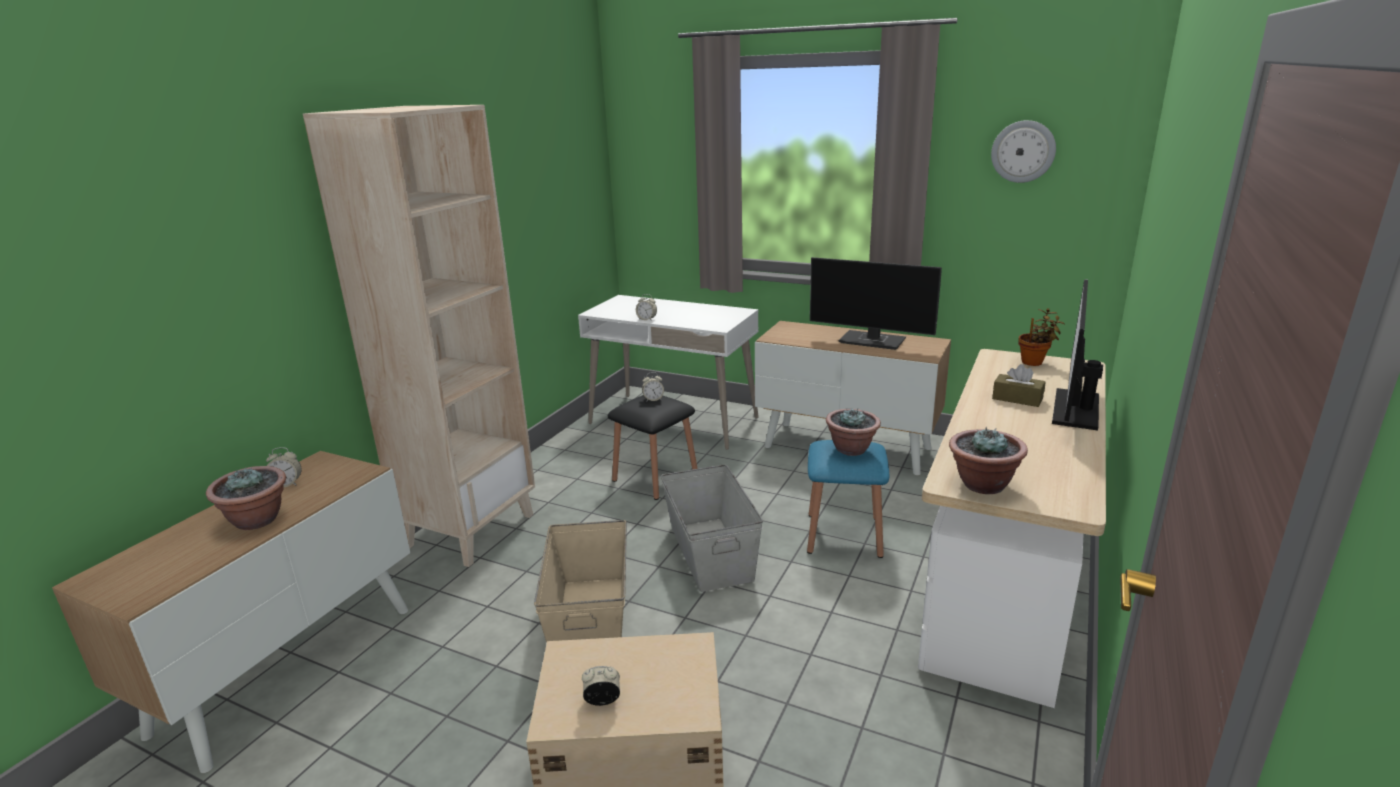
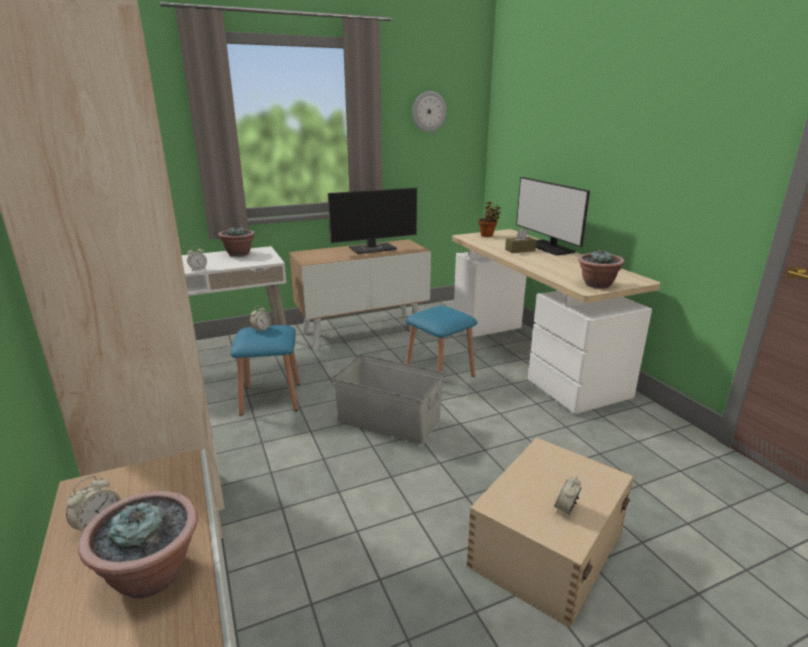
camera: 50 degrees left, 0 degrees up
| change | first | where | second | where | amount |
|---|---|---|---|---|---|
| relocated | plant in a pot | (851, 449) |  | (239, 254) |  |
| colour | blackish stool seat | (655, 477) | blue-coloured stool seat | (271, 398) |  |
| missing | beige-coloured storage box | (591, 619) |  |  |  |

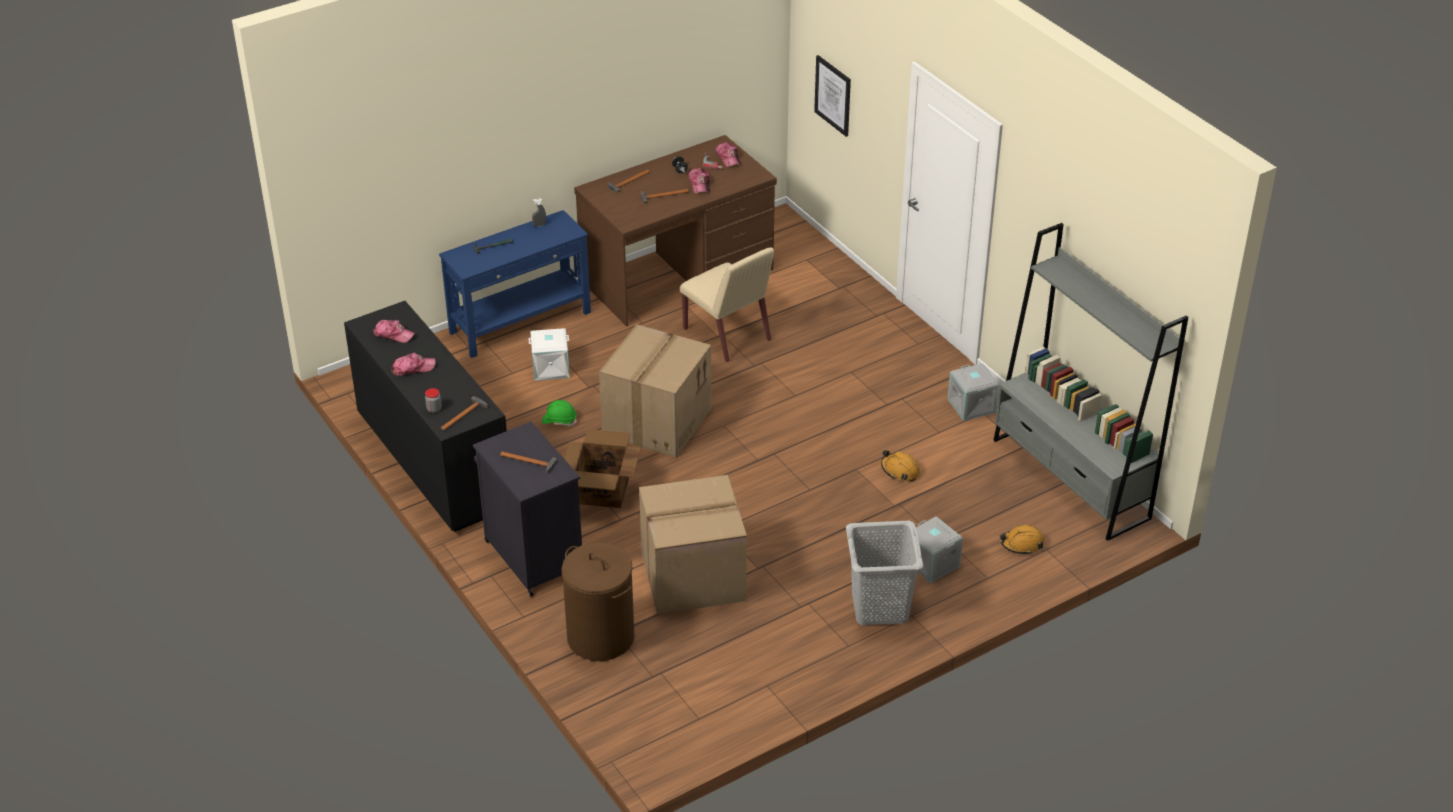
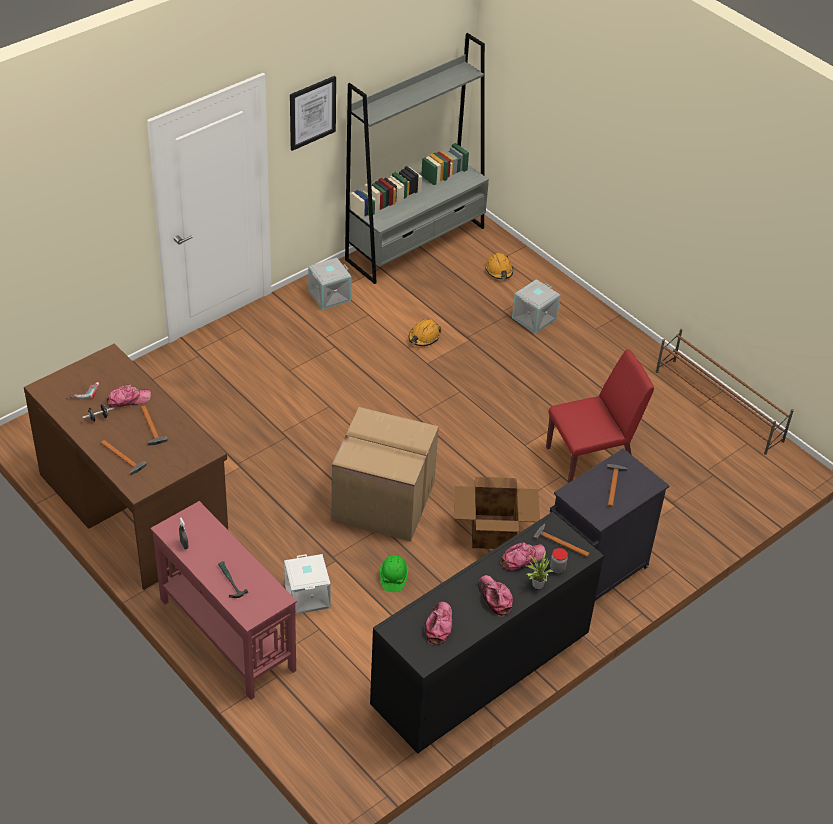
camera: 100 degrees left, 5 degrees up
| change | first | where | second | where | amount |
|---|---|---|---|---|---|
| colour | blue-coloured narrow table | (521, 322) | reddish narrow table | (227, 634) |  |
| relocated | wall picture | (833, 95) |  | (312, 112) |  |
| relocated | peaked cap | (728, 158) |  | (522, 558) |  |
| appeared |  |  | plant in a pot | (536, 584) |  |
| exchanged | cardboard box | (692, 577) | reddish chair | (591, 459) |  |
| appeared |  |  | brown-coloured shoe shelf | (718, 406) |  |
| missing | brown-coloured laundry basket | (601, 637) |  |  |  |
| missing | beige-coloured chair | (727, 335) |  |  |  |
| missing | greyish laundry basket | (880, 607) |  |  |  |

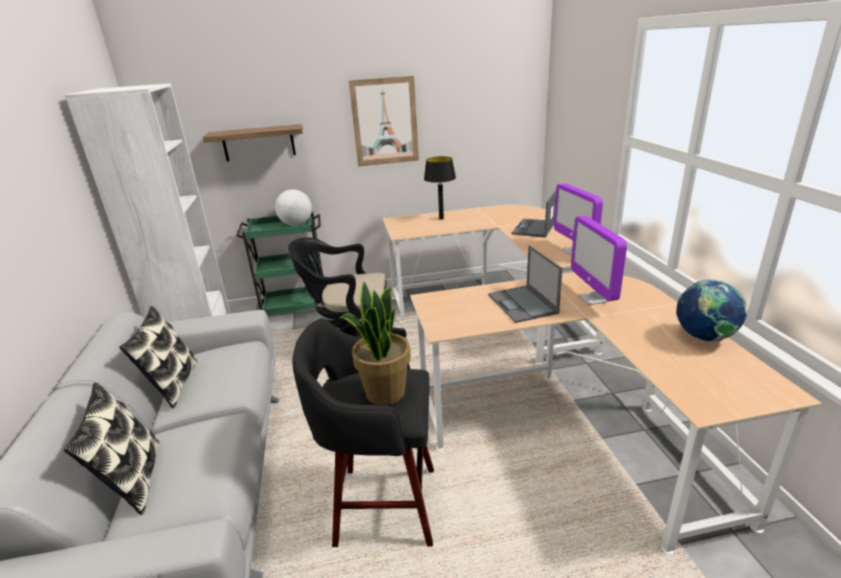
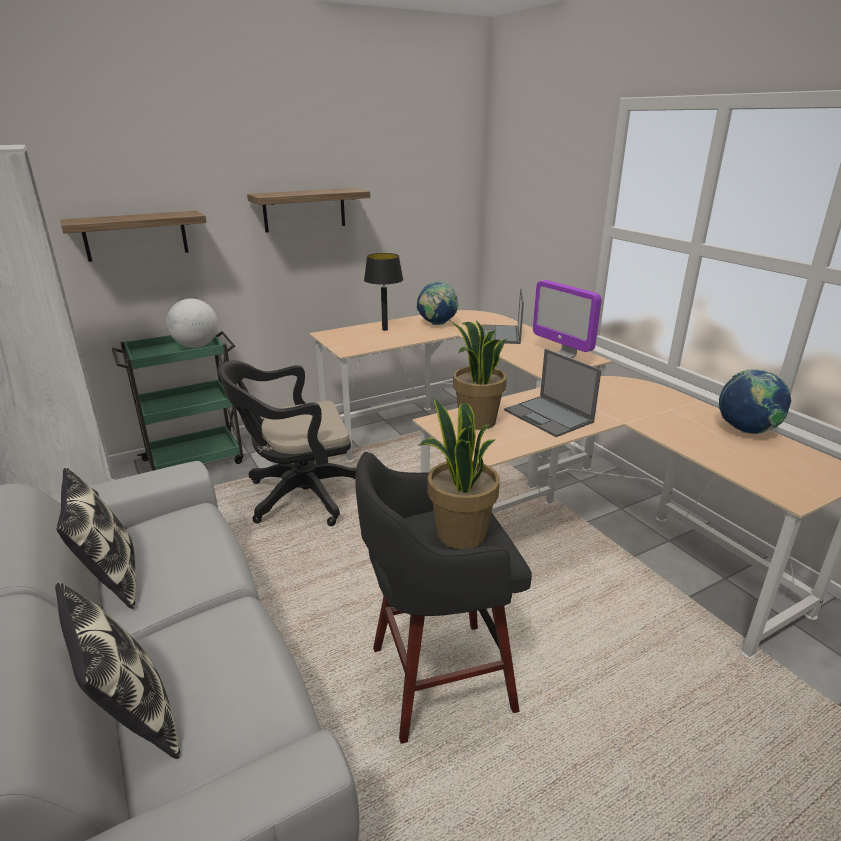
camera: 20 degrees left, 0 degrees up
| change | first | where | second | where | amount |
|---|---|---|---|---|---|
| exchanged | wall picture | (385, 122) | shelf | (304, 210) |  |
| appeared |  |  | globe | (436, 324) |  |
| appeared |  |  | plant in a pot | (476, 422) |  |
| missing | computer screen | (593, 299) |  |  |  |

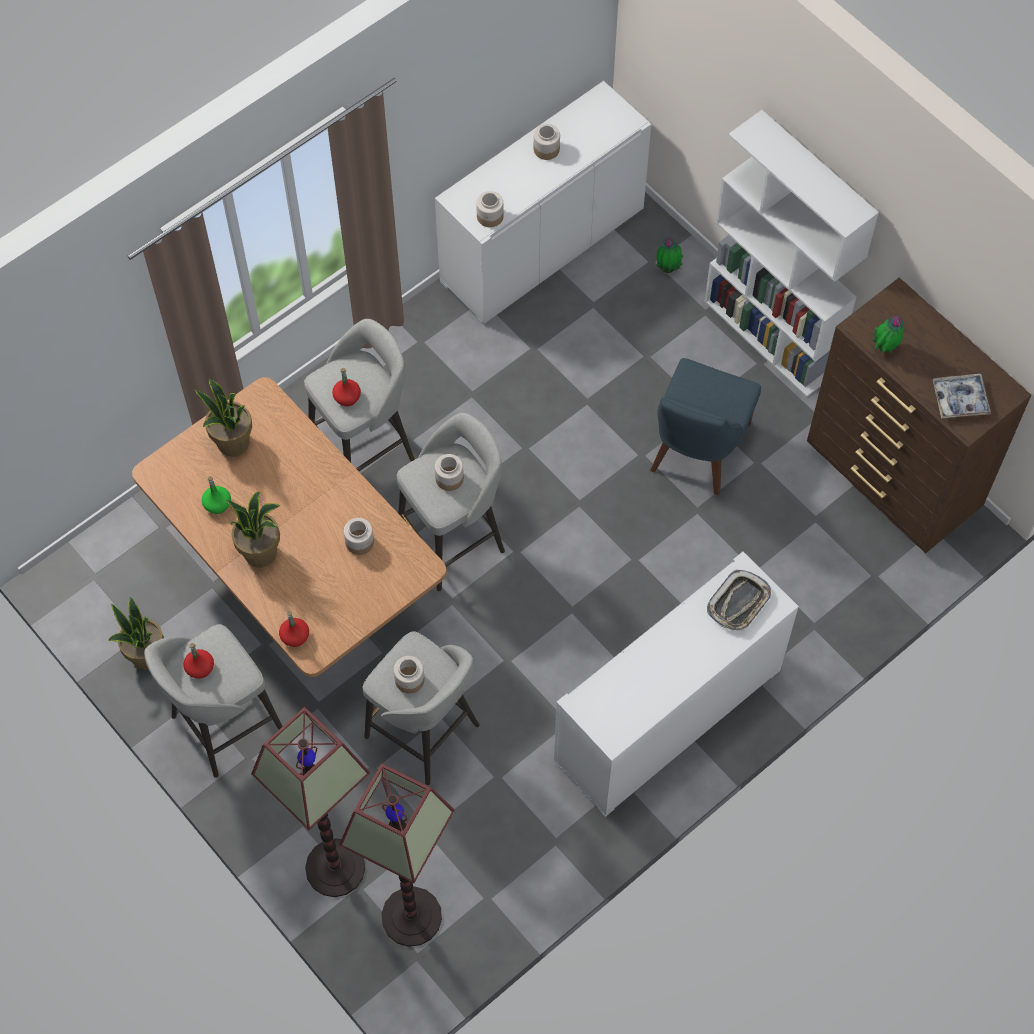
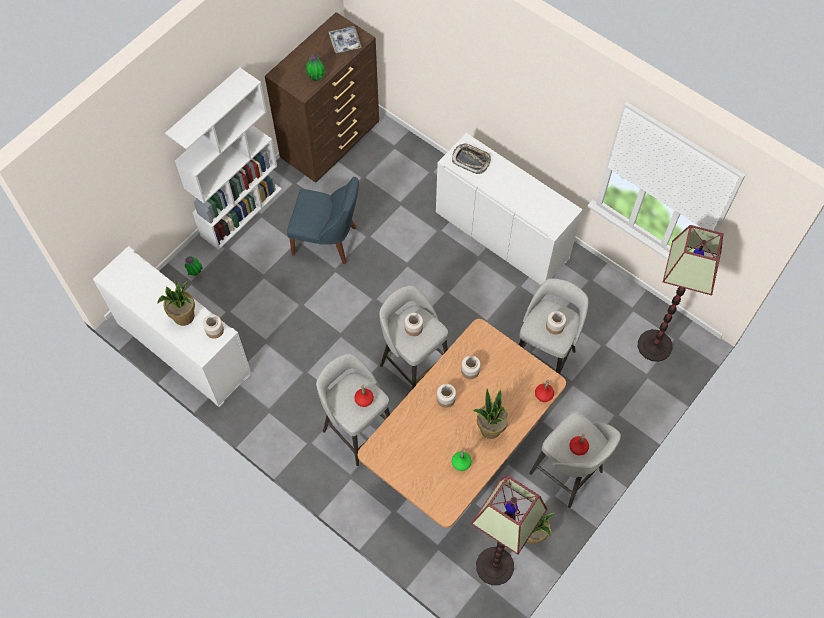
camera: 100 degrees left, 0 degrees up
| change | first | where | second | where | amount |
|---|---|---|---|---|---|
| relocated | plant in a pot | (232, 443) |  | (184, 317) |  |
| relocated | preserve jar | (547, 149) |  | (445, 398) |  |
| relocated | floor lamp | (335, 867) |  | (494, 566) |  |

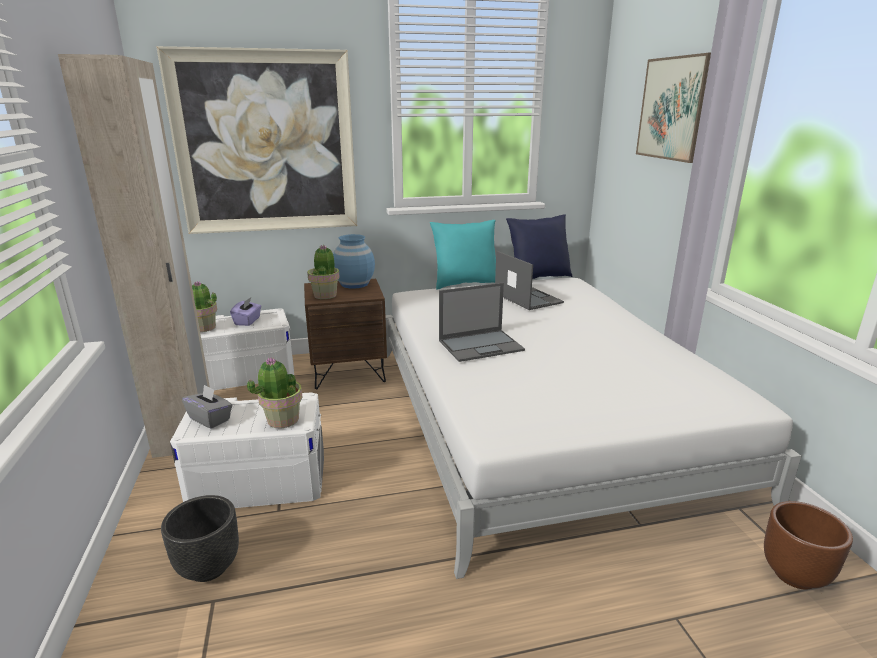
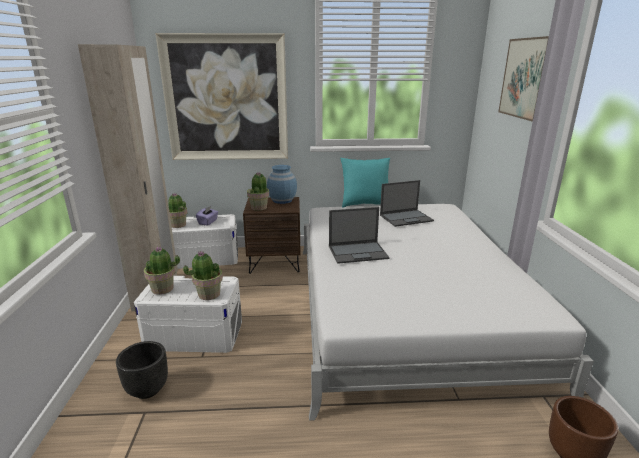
camera: 10 degrees right, 0 degrees up
| change | first | where | second | where | amount |
|---|---|---|---|---|---|
| exchanged | greyish box of tissues | (210, 419) | plant in a pot | (163, 289) |  |
| spun | notebook computer | (527, 298) |  | (406, 218) | 90 degrees clockwise |
| missing | blue-coloured cushion | (538, 278) |  |  |  |

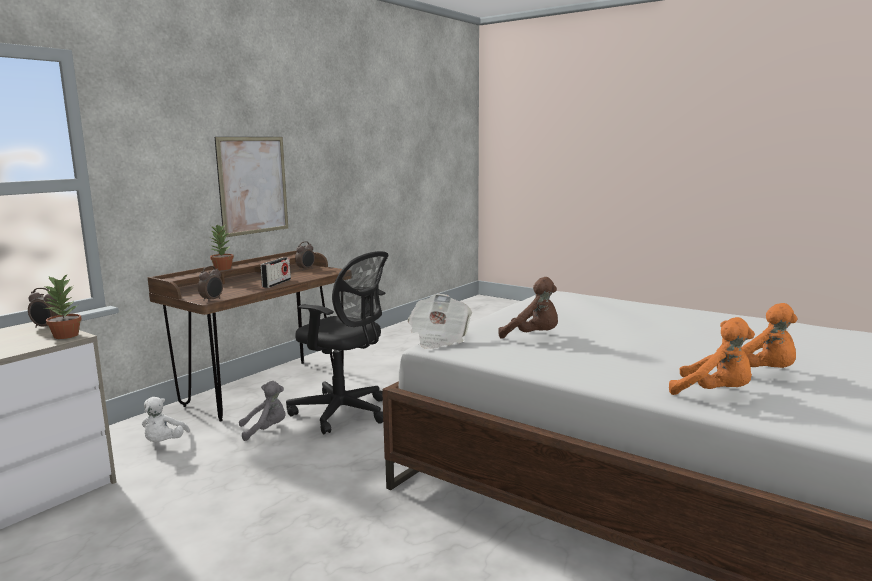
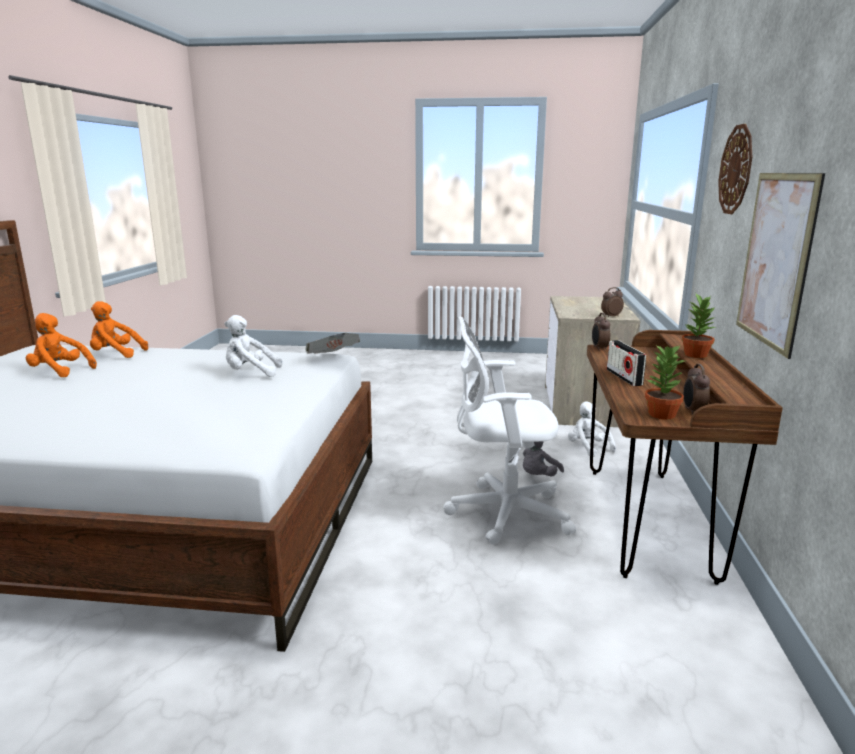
camera: 150 degrees right, 5 degrees up
| change | first | where | second | where | amount |
|---|---|---|---|---|---|
| colour | brown-coloured cuddly toy | (533, 336) | white-coloured cuddly toy | (250, 373) |  |
| colour | blackish office chair | (344, 413) | white-coloured office chair | (502, 513) |  |
| relocated | plant in a pot | (66, 336) |  | (660, 414) |  |
| appeared |  |  | hanging clock | (736, 170) |  |

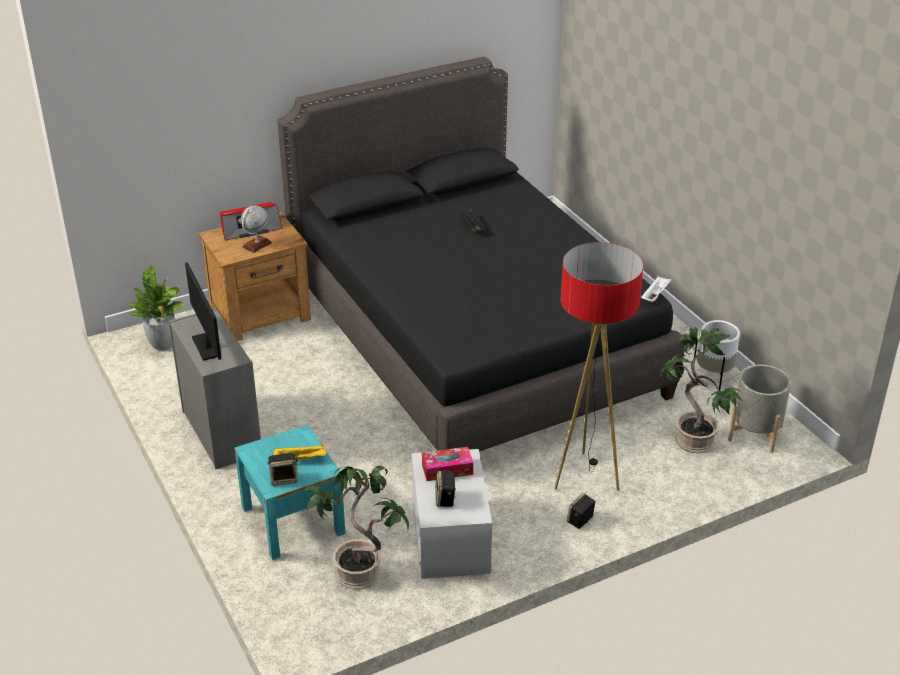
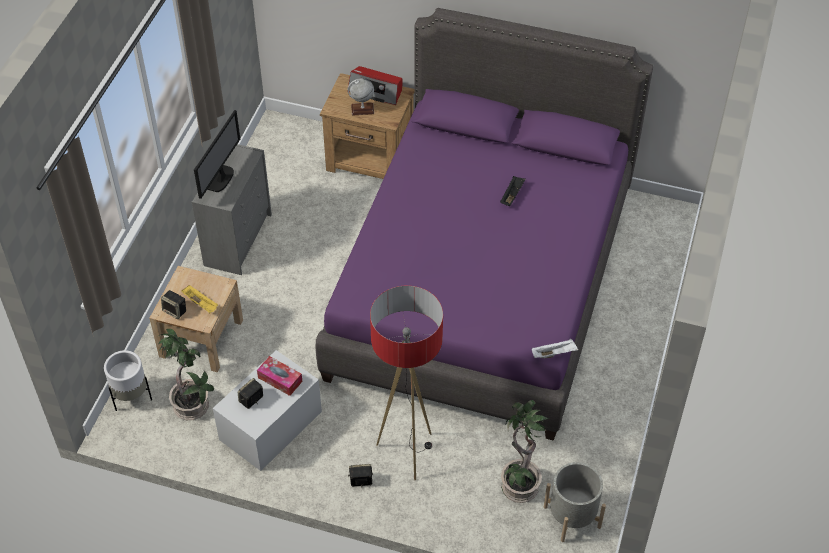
camera: 45 degrees right, 15 degrees up
| change | first | where | second | where | amount |
|---|---|---|---|---|---|
| relocated | white-coloured flower pot | (713, 377) |  | (131, 396) |  |
| colour | blue-green night table | (293, 520) | beige-coloured night table | (201, 338) |  |
| colour | blackish sleeping bed | (472, 339) | purple sleeping bed | (481, 282) |  |
| missing | plant in a pot | (163, 344) |  |  |  |

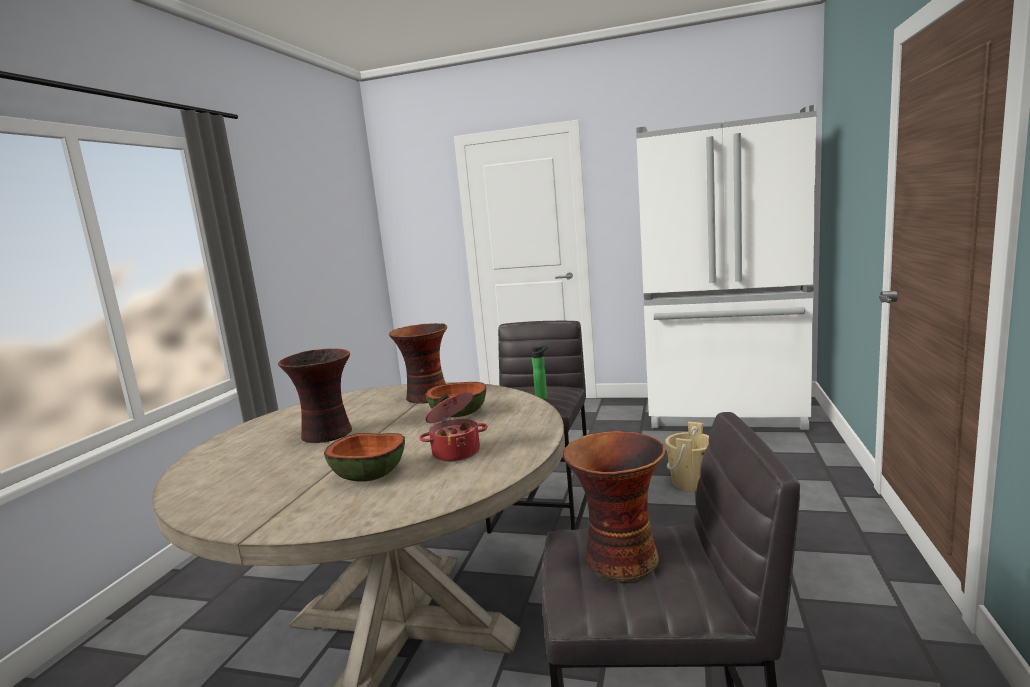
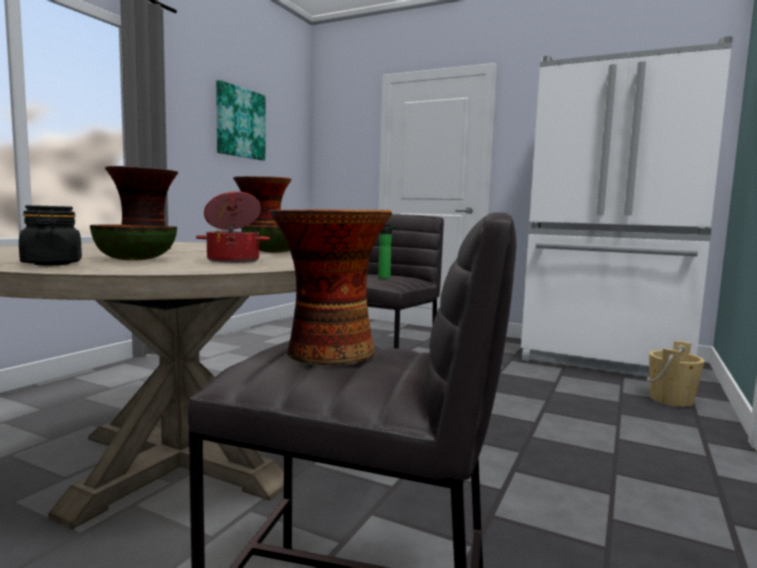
camera: 10 degrees right, 5 degrees down
| change | first | where | second | where | amount |
|---|---|---|---|---|---|
| appeared |  |  | blackish preserve jar | (52, 264) |  |
| appeared |  |  | wall picture | (240, 123) |  |
| relocated | beige-coloured water bucket | (691, 482) |  | (671, 400) |  |

